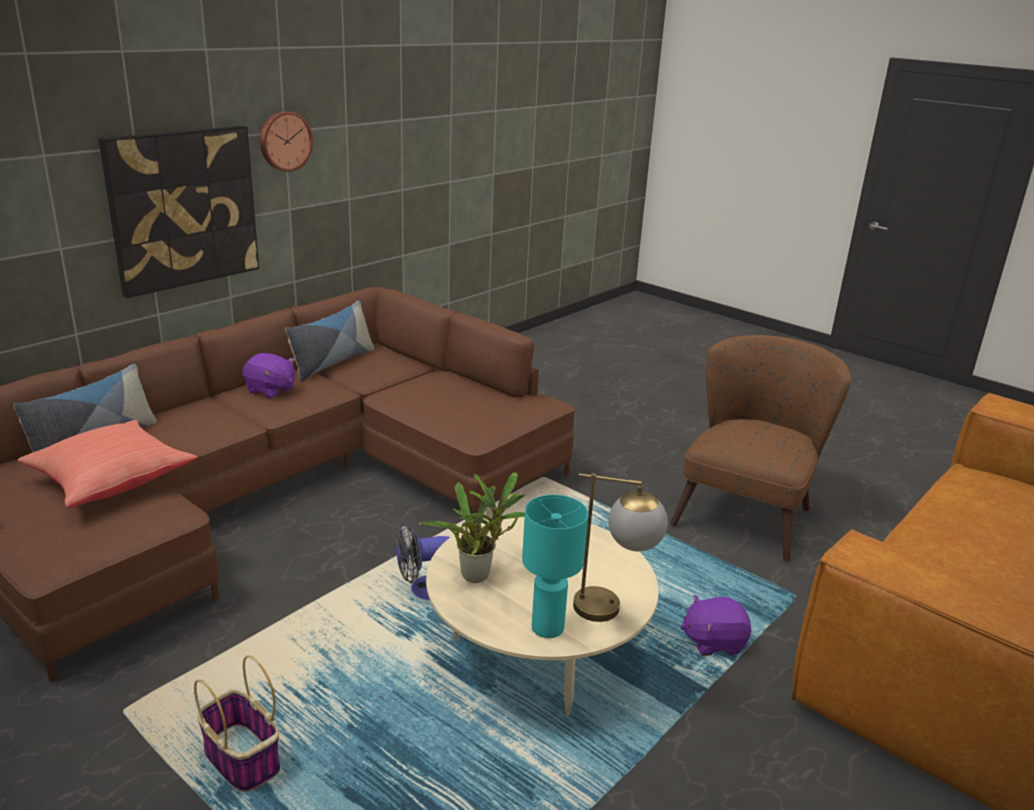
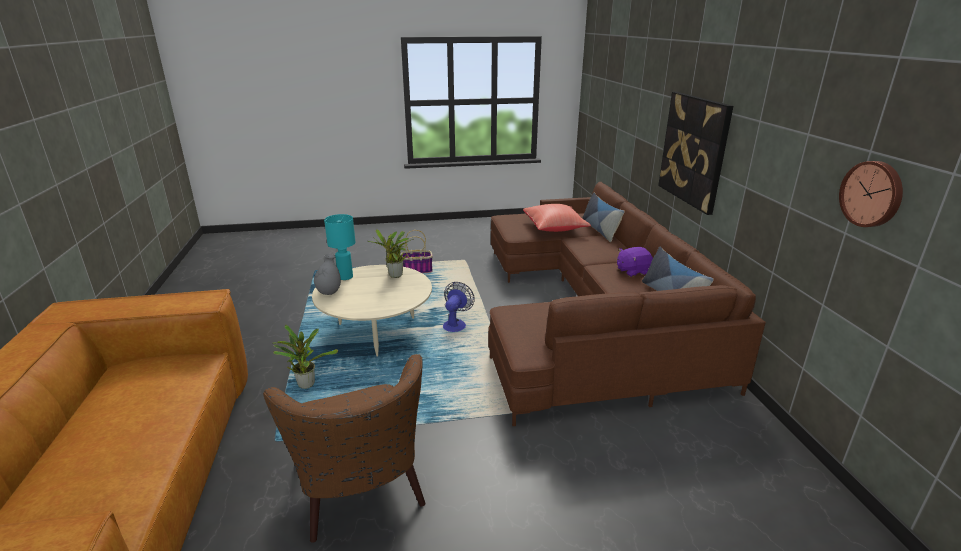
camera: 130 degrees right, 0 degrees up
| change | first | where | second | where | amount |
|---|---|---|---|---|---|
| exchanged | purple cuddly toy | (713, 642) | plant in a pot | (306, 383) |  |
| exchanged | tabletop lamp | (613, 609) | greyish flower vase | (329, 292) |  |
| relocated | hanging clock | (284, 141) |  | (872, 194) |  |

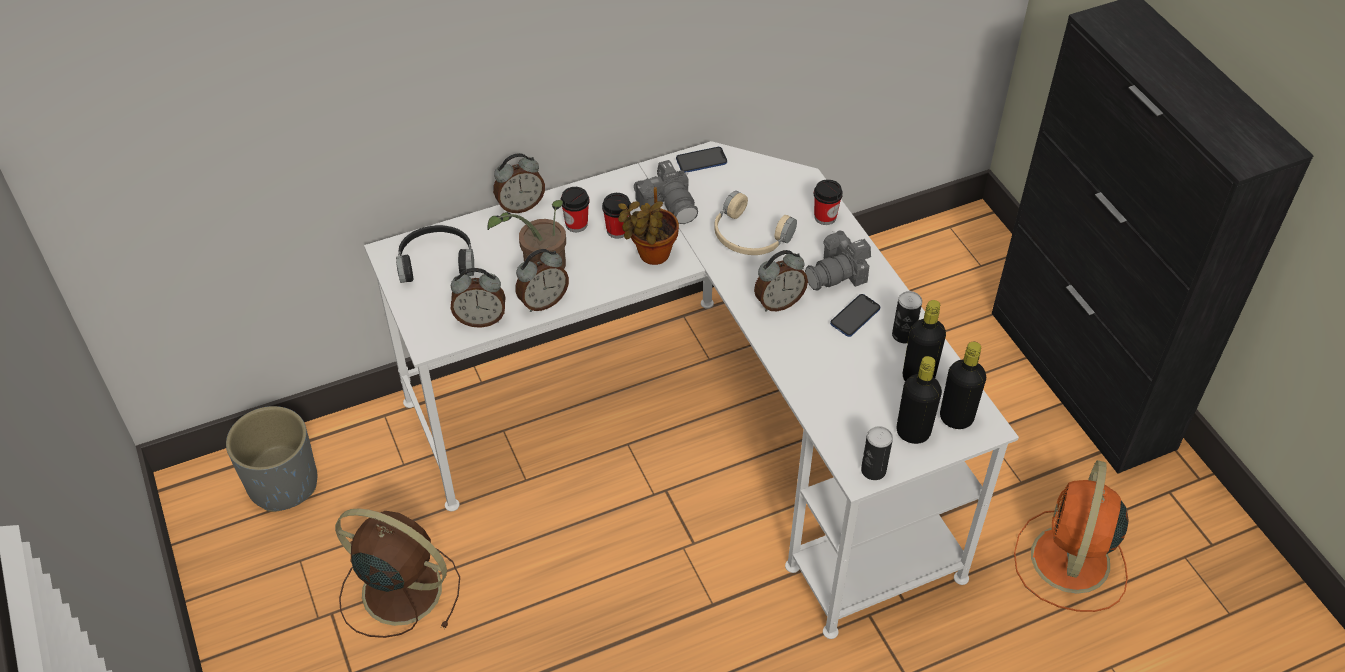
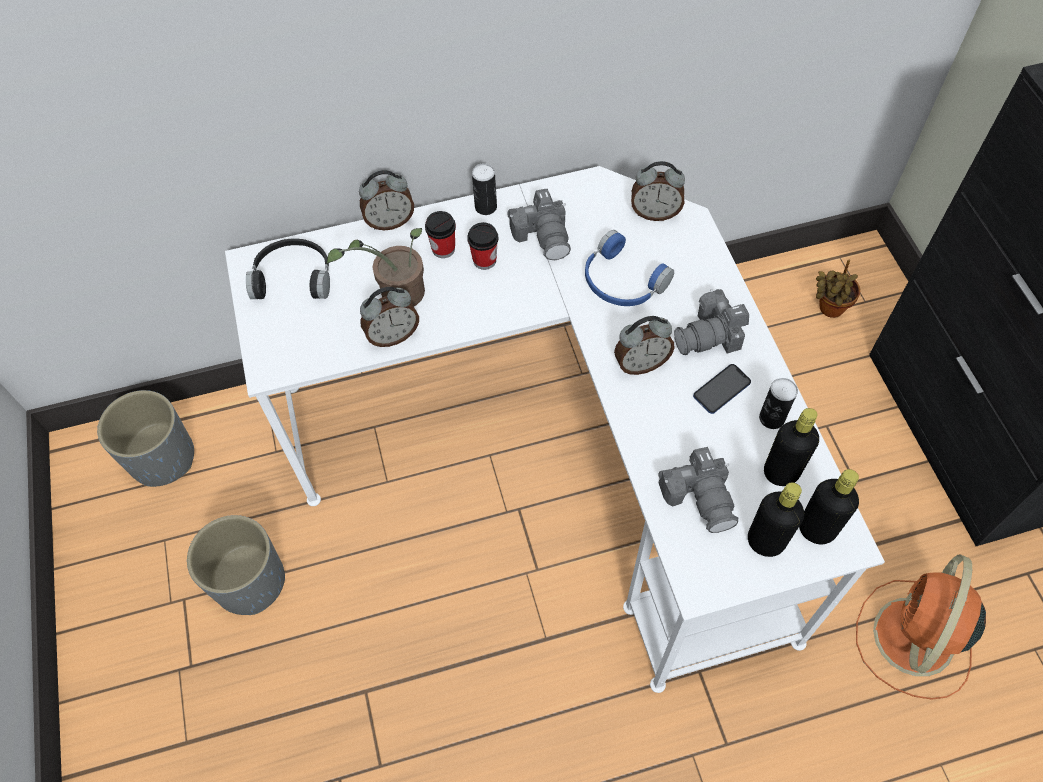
camera: 10 degrees right, 10 degrees up
| change | first | where | second | where | amount |
|---|---|---|---|---|---|
| exchanged | brown-coloured cooling fan | (398, 589) | greyish flower pot | (249, 582) |  |
| relocated | can | (873, 470) |  | (486, 207) |  |
| colour | beige-coloured headphones | (749, 237) | blue-coloured headphones | (621, 282) |  |
| relocated | bedside clock | (481, 319) |  | (655, 213) |  |
| appeared |  |  | photo camera | (700, 496) |  |
| relocated | plant in a pot | (651, 256) |  | (828, 309) |  |
| missing | telephone | (701, 161) |  |  |  |
| missing | cup | (825, 217) |  |  |  |

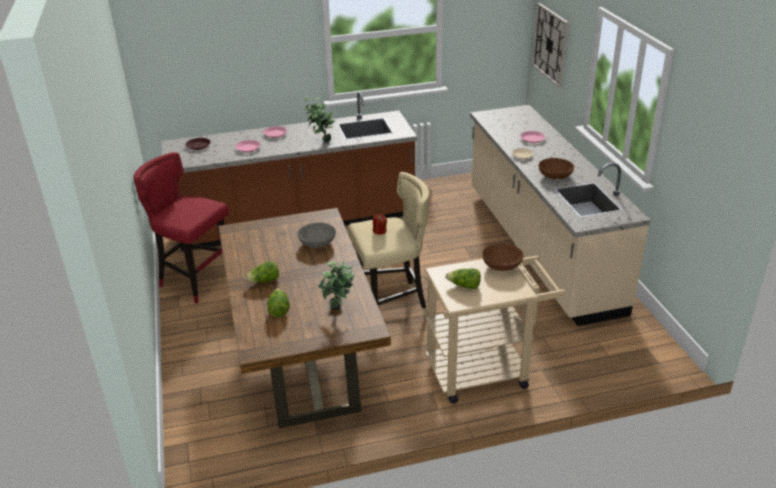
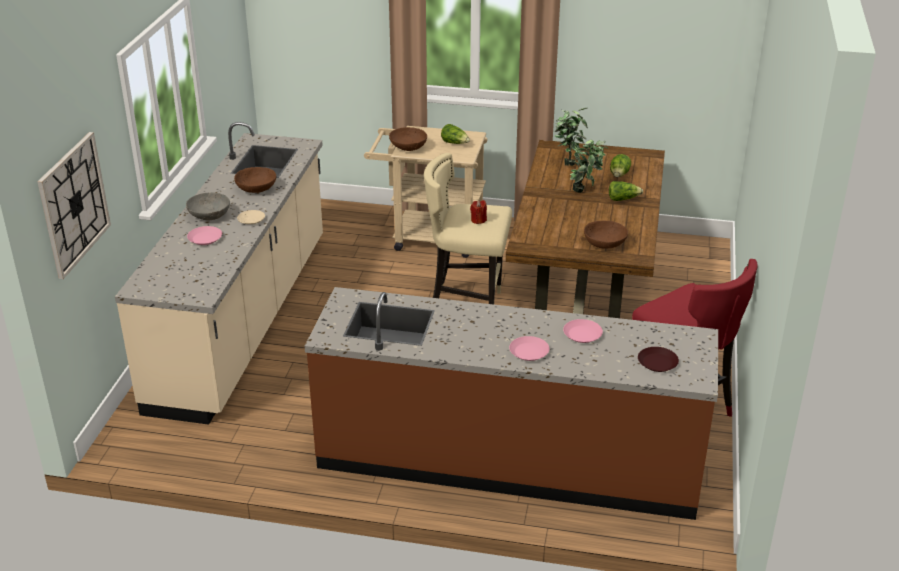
camera: 155 degrees left, 0 degrees up
| change | first | where | second | where | amount |
|---|---|---|---|---|---|
| relocated | greyish serving bowl | (317, 243) |  | (209, 215) |  |
| relocated | plant in a pot | (321, 142) |  | (585, 191) |  |
| appeared |  |  | brown-coloured serving bowl | (605, 244) |  |

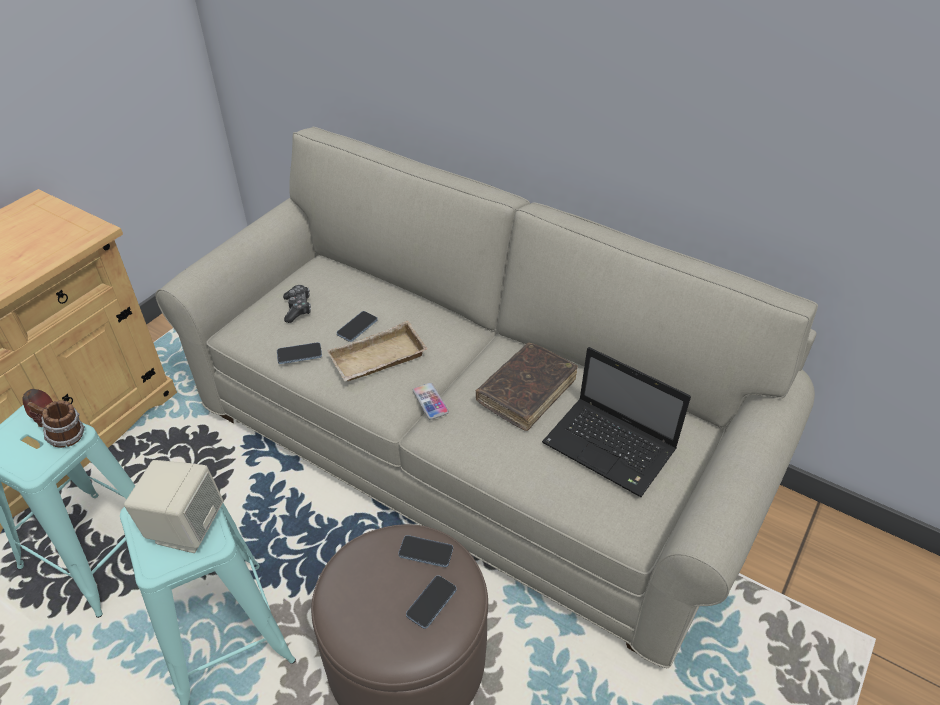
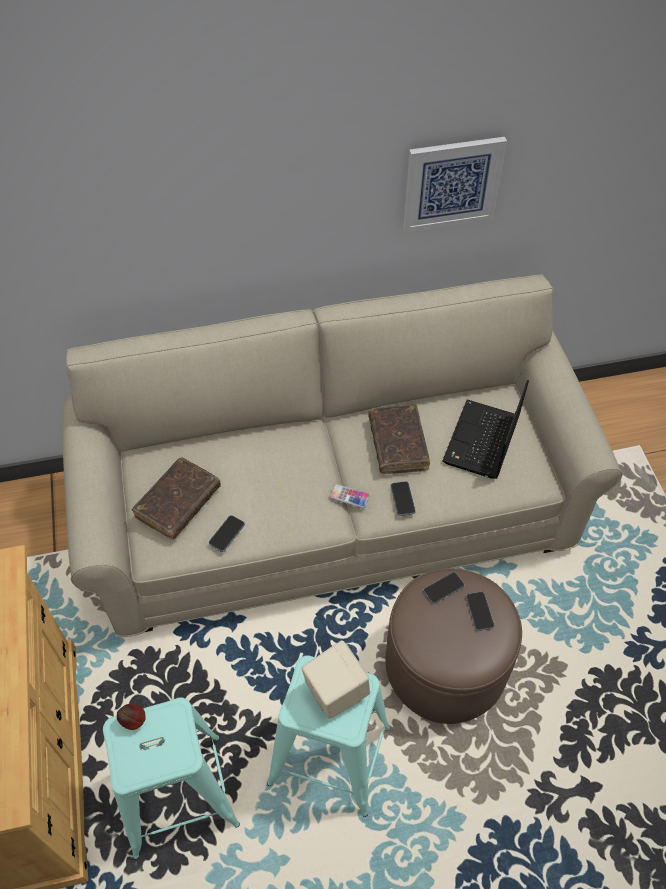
camera: 45 degrees left, 10 degrees up
| change | first | where | second | where | amount |
|---|---|---|---|---|---|
| exchanged | game controller | (298, 308) | brown-coloured book | (178, 503) |  |
| relocated | telephone | (357, 327) |  | (402, 499) |  |
| appeared |  |  | wall picture | (451, 183) |  |
| spun | notebook computer | (612, 448) |  | (481, 442) | 120 degrees clockwise |
| missing | mug | (64, 436) |  |  |  |
| missing | beige-coloured tray | (378, 360) |  |  |  |

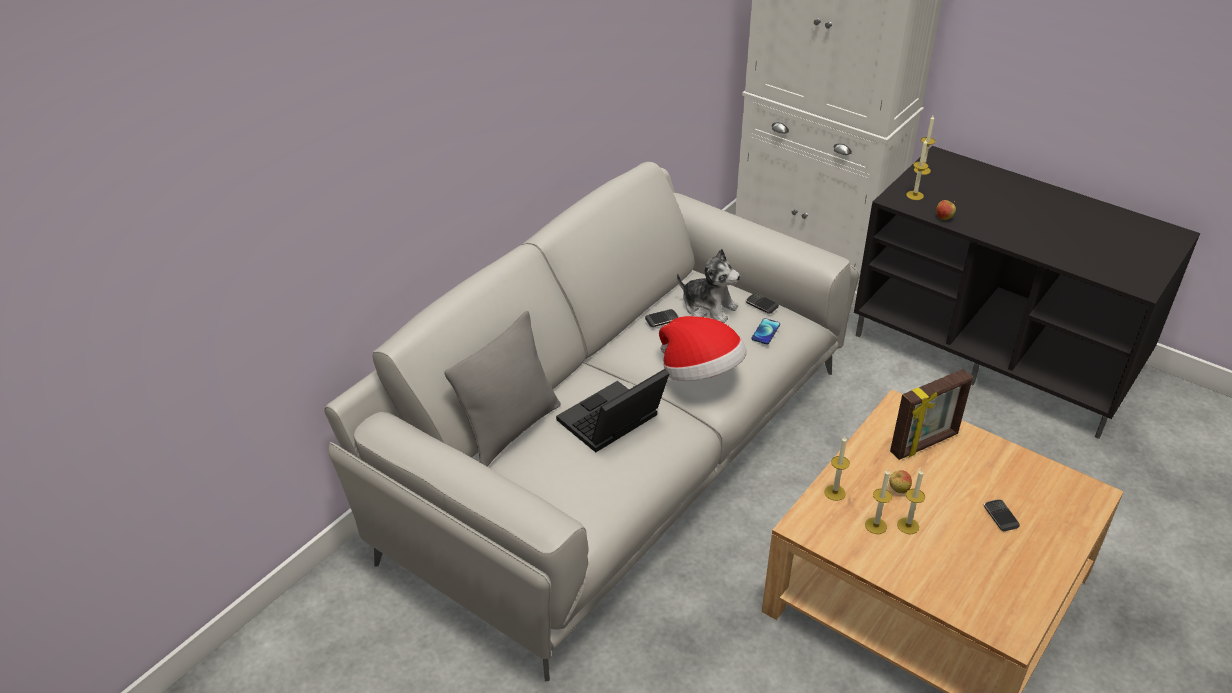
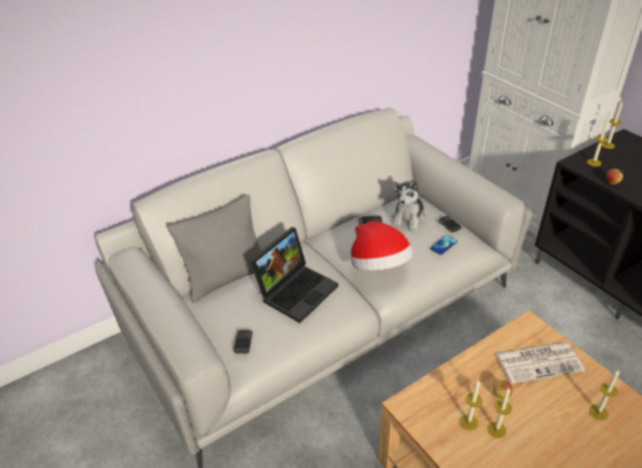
camera: 20 degrees right, 0 degrees up
| change | first | where | second | where | amount |
|---|---|---|---|---|---|
| relocated | telephone | (1000, 516) |  | (243, 342) |  |
| spun | notebook computer | (611, 424) |  | (296, 289) | 150 degrees clockwise |
| spun | cuddly toy | (708, 307) |  | (408, 219) | 60 degrees clockwise |
| exchanged | standing frame | (925, 444) | printed paper | (539, 362) |  |
| relocated | wax candle | (835, 492) |  | (598, 412) |  |

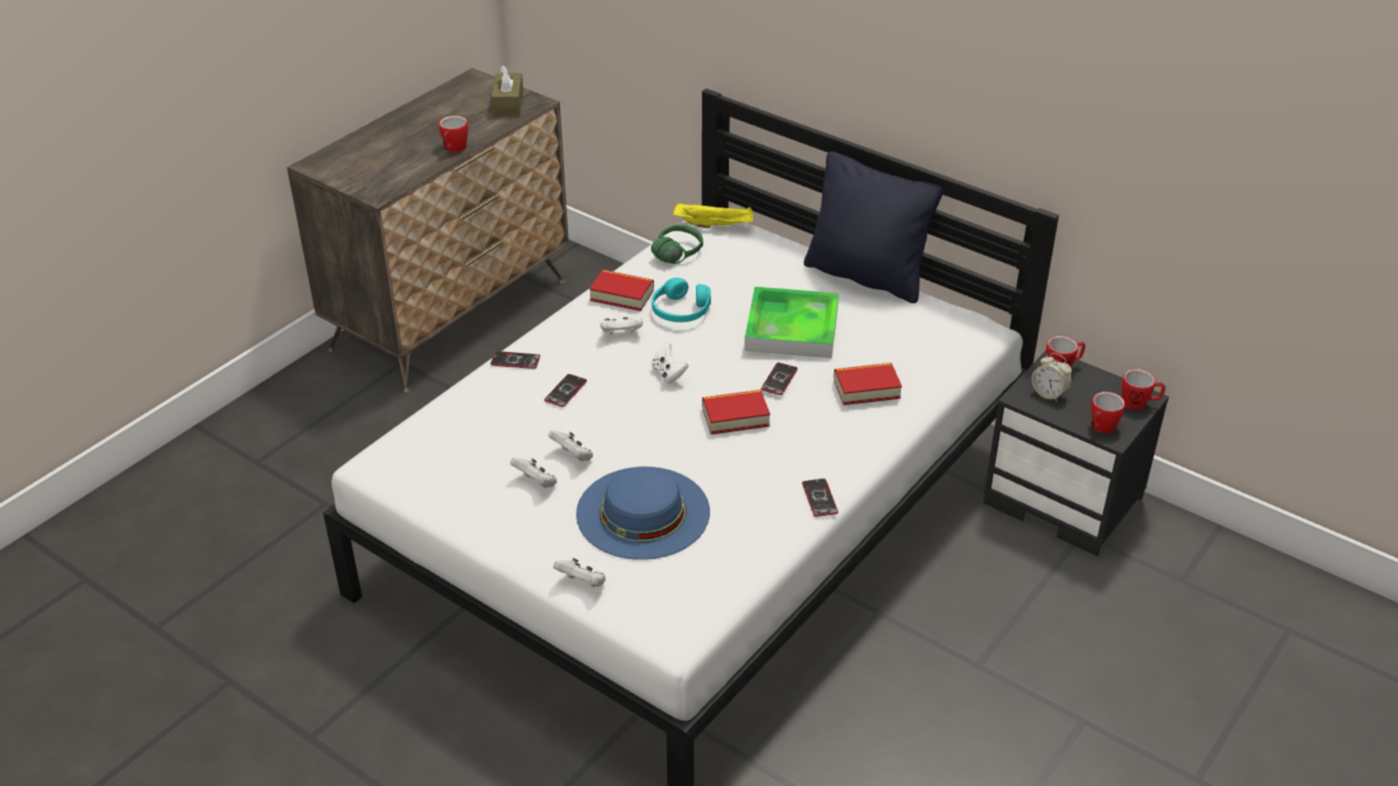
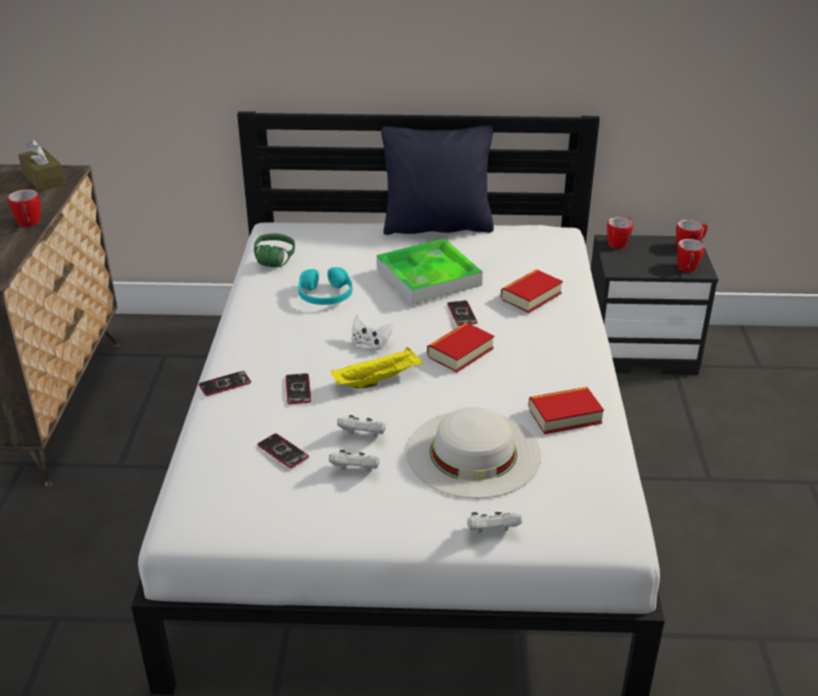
camera: 35 degrees left, 5 degrees down
| change | first | where | second | where | amount |
|---|---|---|---|---|---|
| relocated | telephone | (819, 498) |  | (283, 451) |  |
| relocated | yellow-coloured tray | (715, 225) |  | (378, 380) |  |
| colour | blue-coloured wearable hat | (643, 512) | white-coloured wearable hat | (473, 453) |  |
| relocated | book | (622, 295) |  | (564, 415) |  |
| missing | white-coloured game controller | (621, 334) |  |  |  |
| missing | bedside clock | (1049, 394) |  |  |  |

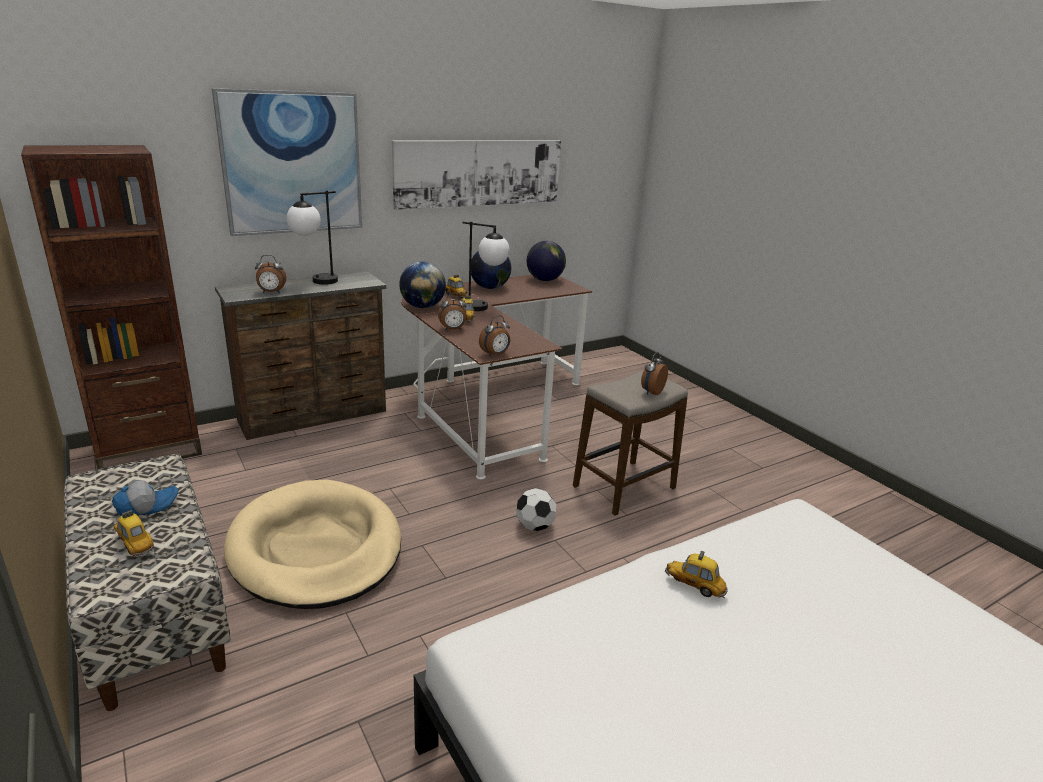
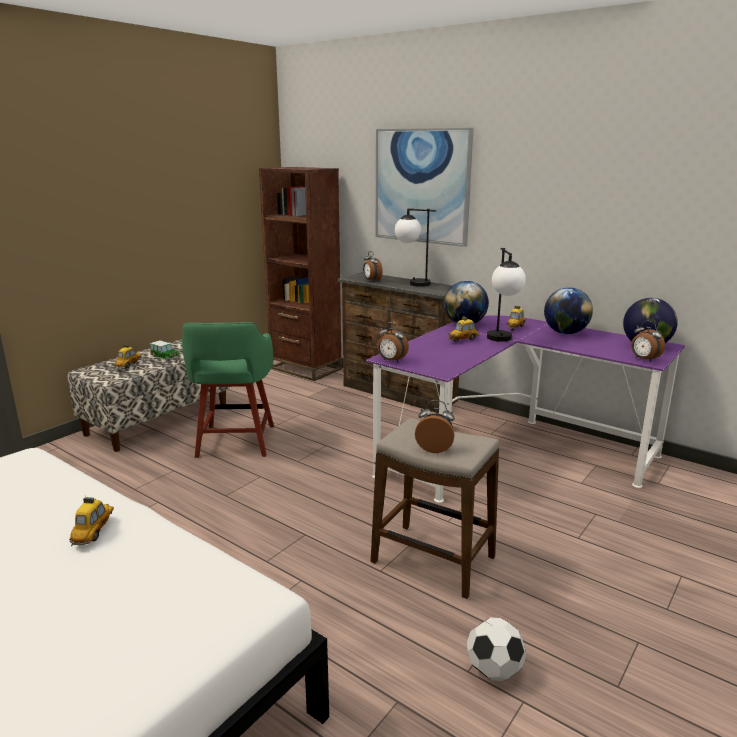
camera: 70 degrees right, 5 degrees down
| change | first | where | second | where | amount |
|---|---|---|---|---|---|
| exchanged | peaked cap | (147, 505) | model car | (166, 357) |  |
| exchanged | beige-coloured pet bed | (316, 549) | green-coloured stool seat | (235, 442) |  |
| colour | brown-coloured desk table | (488, 406) | purple desk table | (508, 450) |  |
| relocated | football | (535, 526) |  | (494, 670) |  |
| relocated | bedside clock | (453, 329) |  | (644, 359) |  |
| missing | wall picture | (479, 173) |  |  |  |

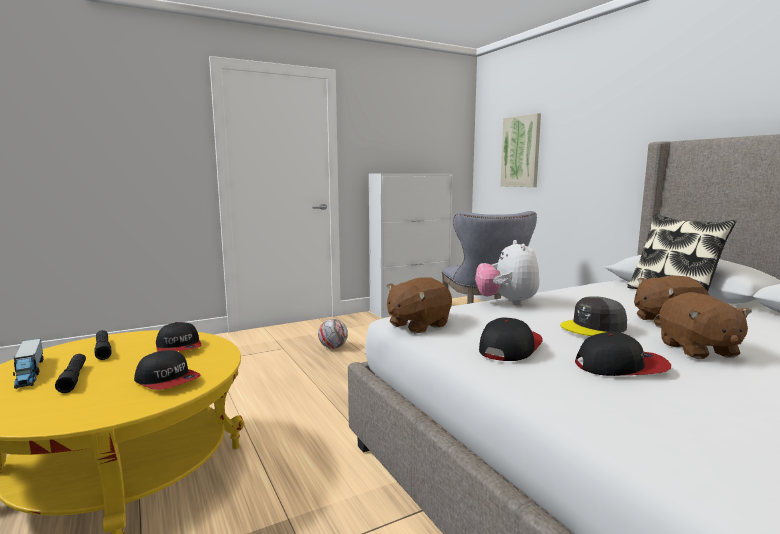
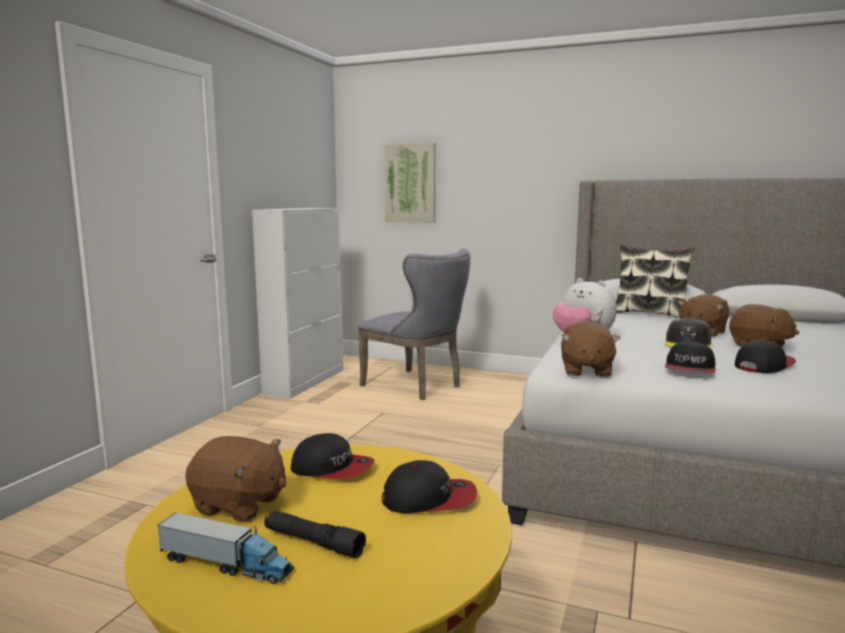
camera: 40 degrees left, 0 degrees up
| change | first | where | second | where | amount |
|---|---|---|---|---|---|
| exchanged | blackish hand torch | (103, 349) | brown-coloured cuddly toy | (239, 505) |  |
| spun | peaked cap | (509, 347) |  | (690, 369) | 150 degrees counterclockwise |
| missing | football | (333, 347) |  |  |  |

